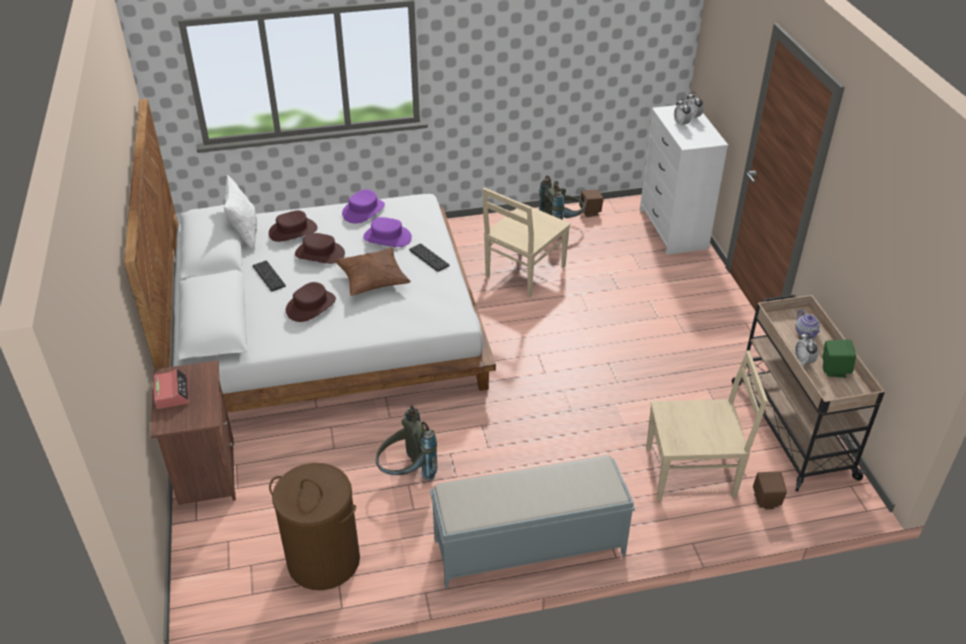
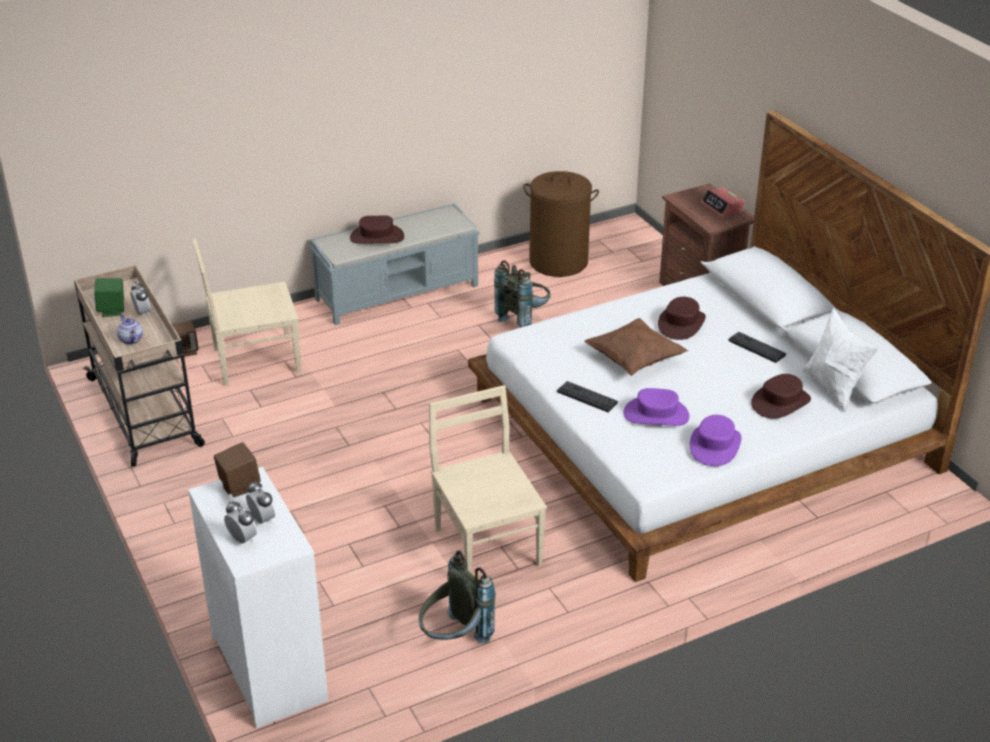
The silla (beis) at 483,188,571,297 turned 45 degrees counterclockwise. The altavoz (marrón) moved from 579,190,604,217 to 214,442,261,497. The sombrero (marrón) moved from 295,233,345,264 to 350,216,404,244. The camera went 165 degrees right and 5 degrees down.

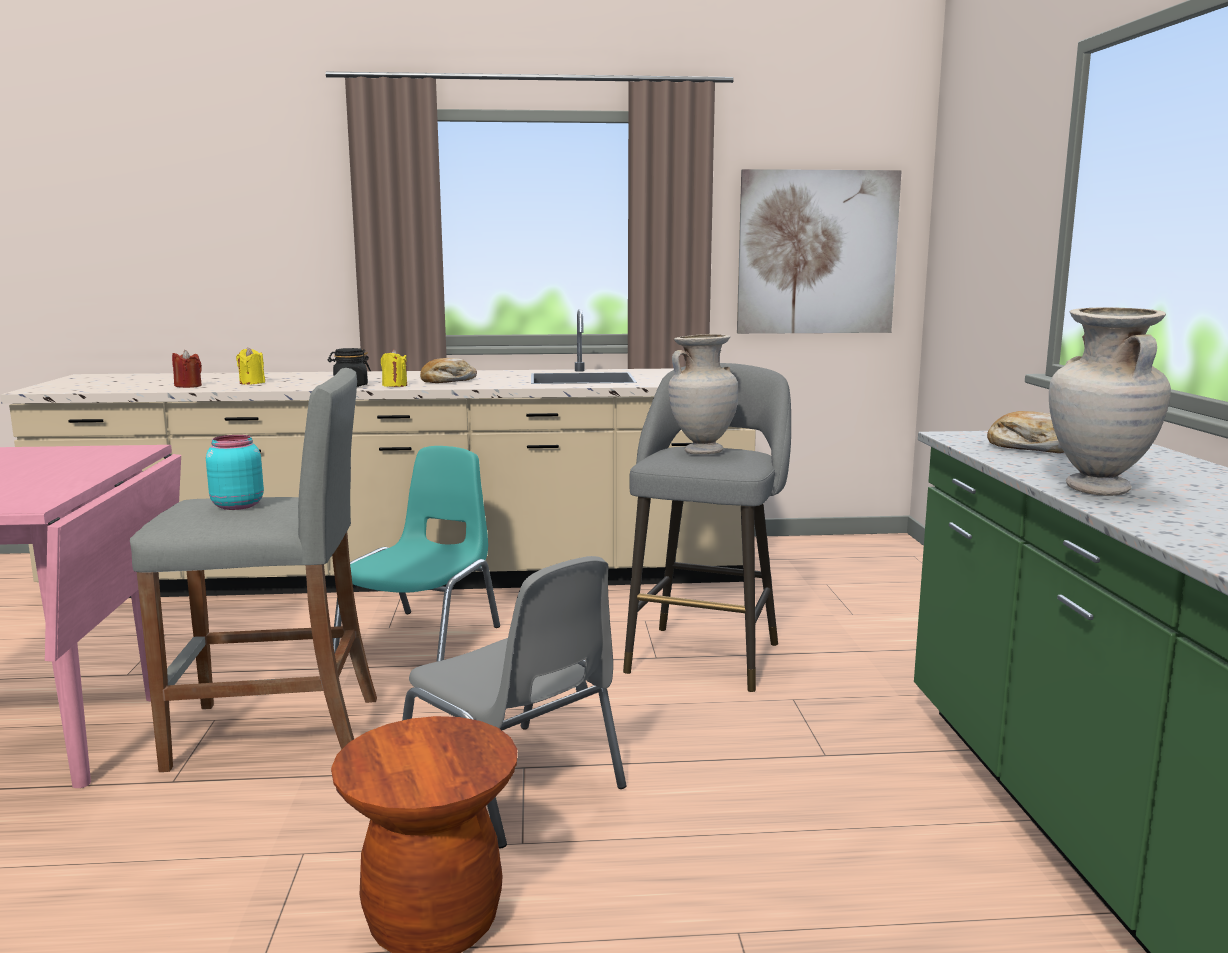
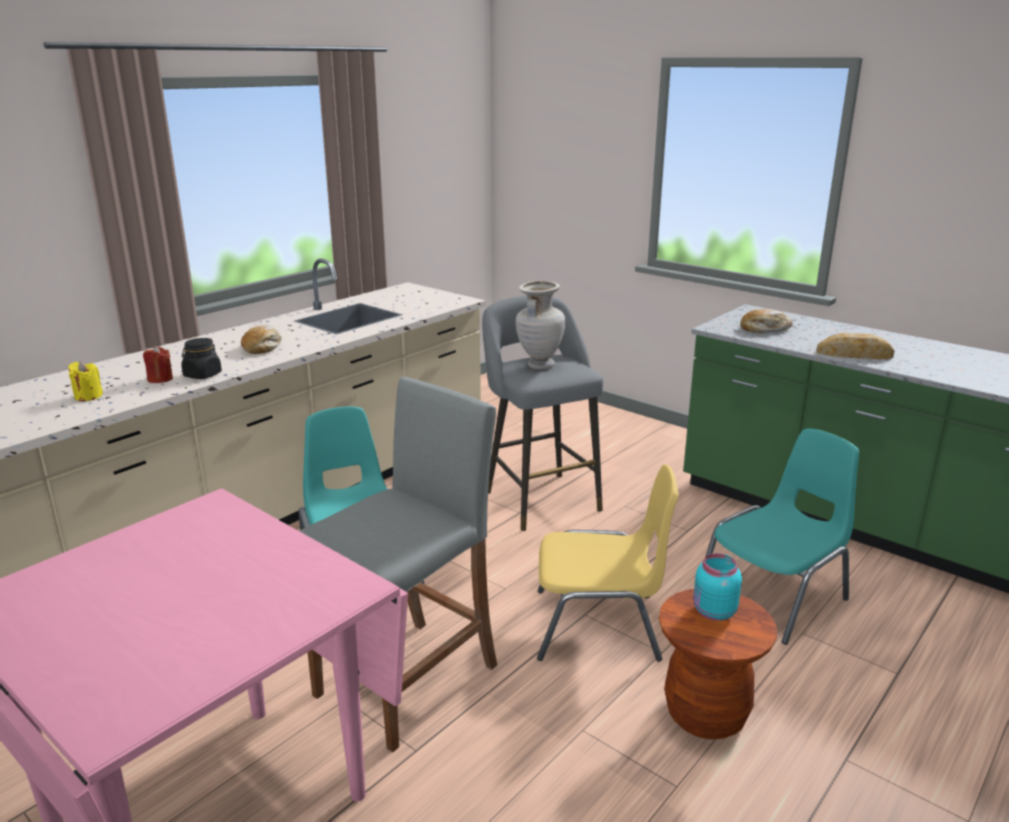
The cuadro at 737,169,902,334 disappeared. The florero (beis) at 1049,307,1171,496 was replaced by the pan at 817,333,894,359. The vela (amarillo) at 381,349,407,387 disappeared. The vela (rojo) moved from 172,350,202,388 to 143,346,173,383. The tarro (turquesa) moved from 206,435,264,510 to 693,553,742,621. The silla (gris) at 402,556,626,848 became the silla (amarillo) at 537,464,679,662. The silla (turquesa) at 705,429,859,645 appeared. The camera went 45 degrees left and 10 degrees up.

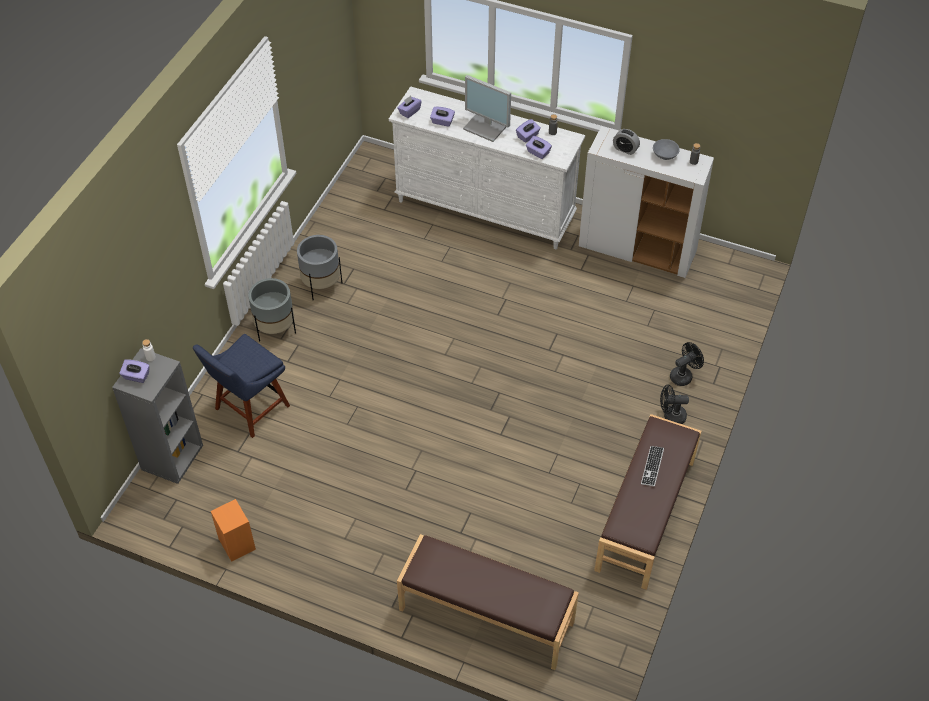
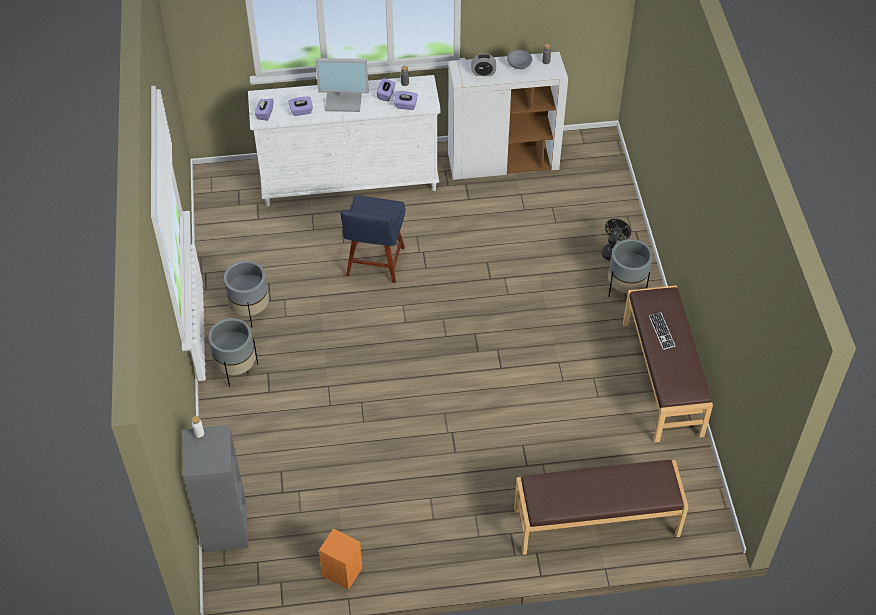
The silla (azul) moved from 193,334,290,438 to 340,195,406,283. The caja de pañuelos (morado) at 119,359,150,383 disappeared. The ventilador (negro) at 660,384,689,424 was replaced by the maceta (gris) at 608,239,653,297. The camera went 30 degrees left and 0 degrees up.

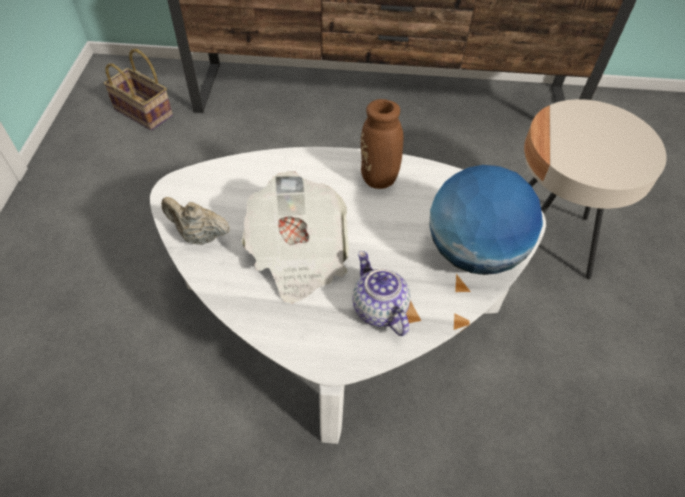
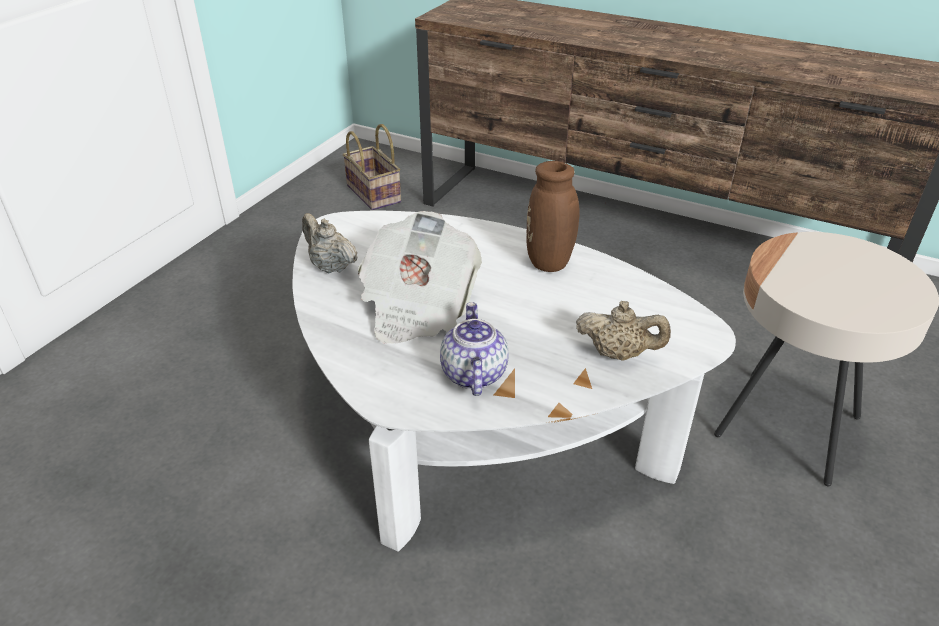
The globo terráqueo at 429,165,543,275 was replaced by the tetera (beis) at 576,301,671,360. The camera went 25 degrees right and 15 degrees down.

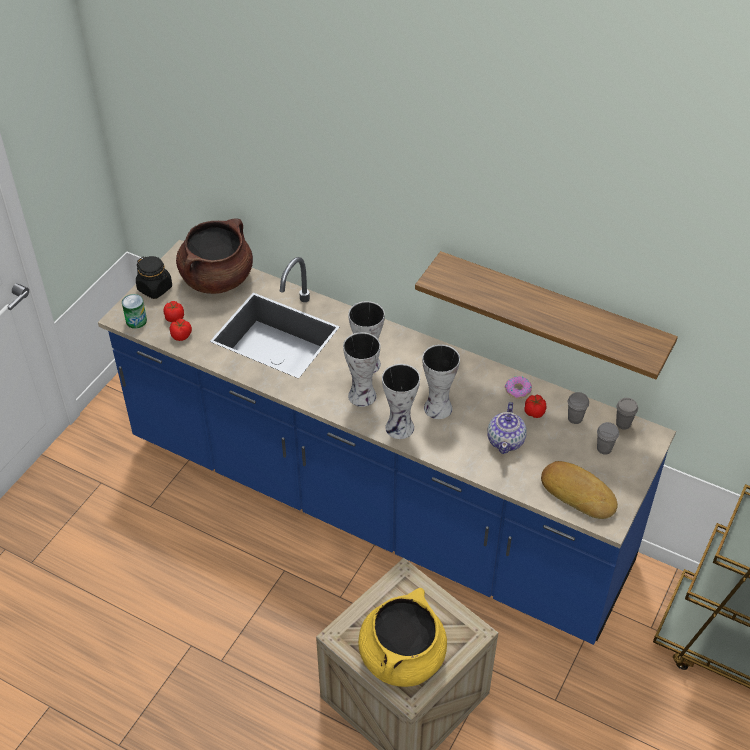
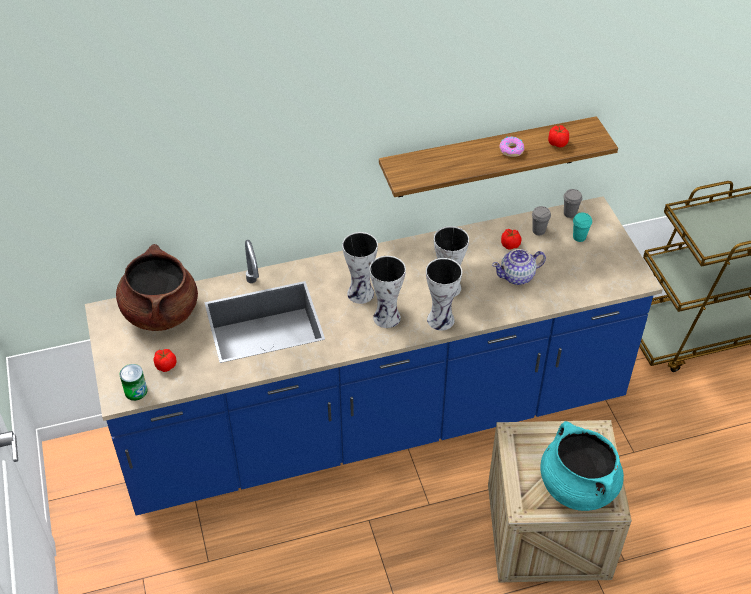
The tarro (negro) at 136,256,172,299 disappeared. The tomate moved from 170,319,192,341 to 548,125,569,148. The rosquilla moved from 505,376,532,399 to 499,136,524,157. The tetera at 487,402,526,454 turned 105 degrees clockwise. The taza (gris) at 597,422,619,455 became the taza (turquesa) at 573,213,592,242. The pan at 541,461,618,519 disappeared. The olla (amarillo) at 358,588,447,687 became the olla (turquesa) at 540,421,624,511. The camera went 45 degrees left and 0 degrees up.

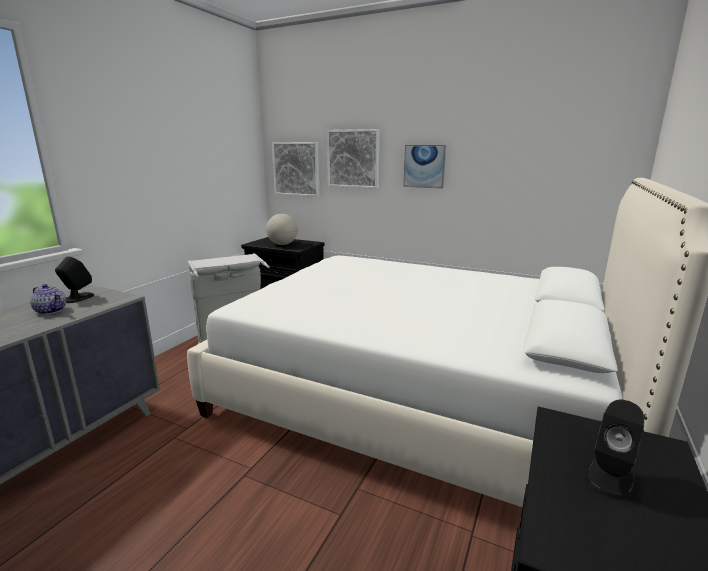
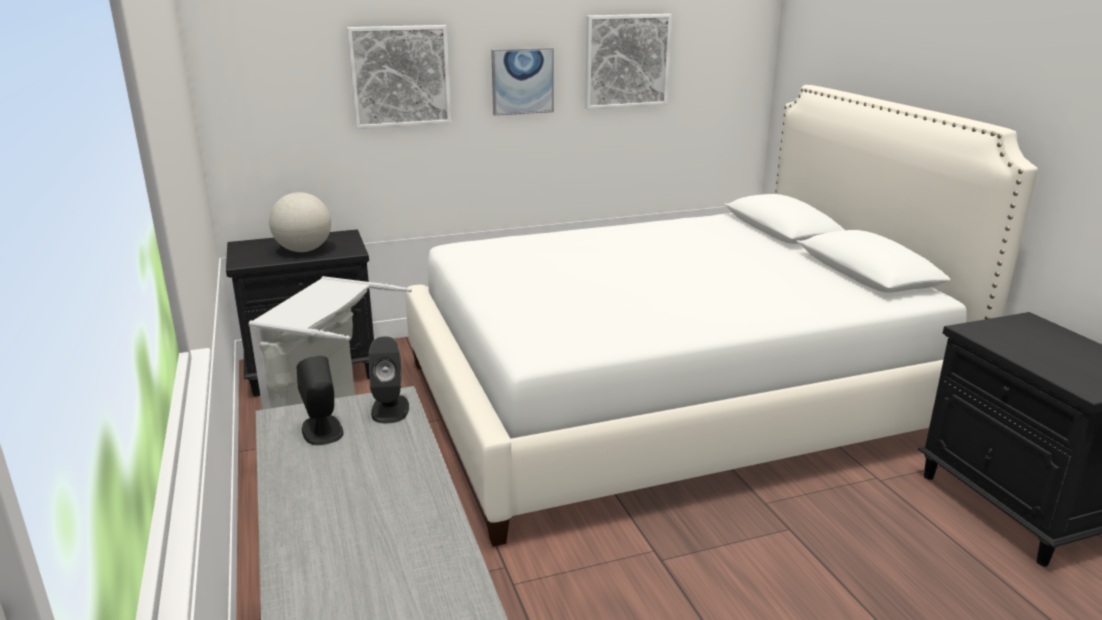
The cuadro moved from 272,142,319,197 to 585,14,672,110. The tetera at 30,284,66,315 disappeared. The altavoz (negro) moved from 586,400,644,500 to 369,336,409,423. The camera went 45 degrees left and 5 degrees up.

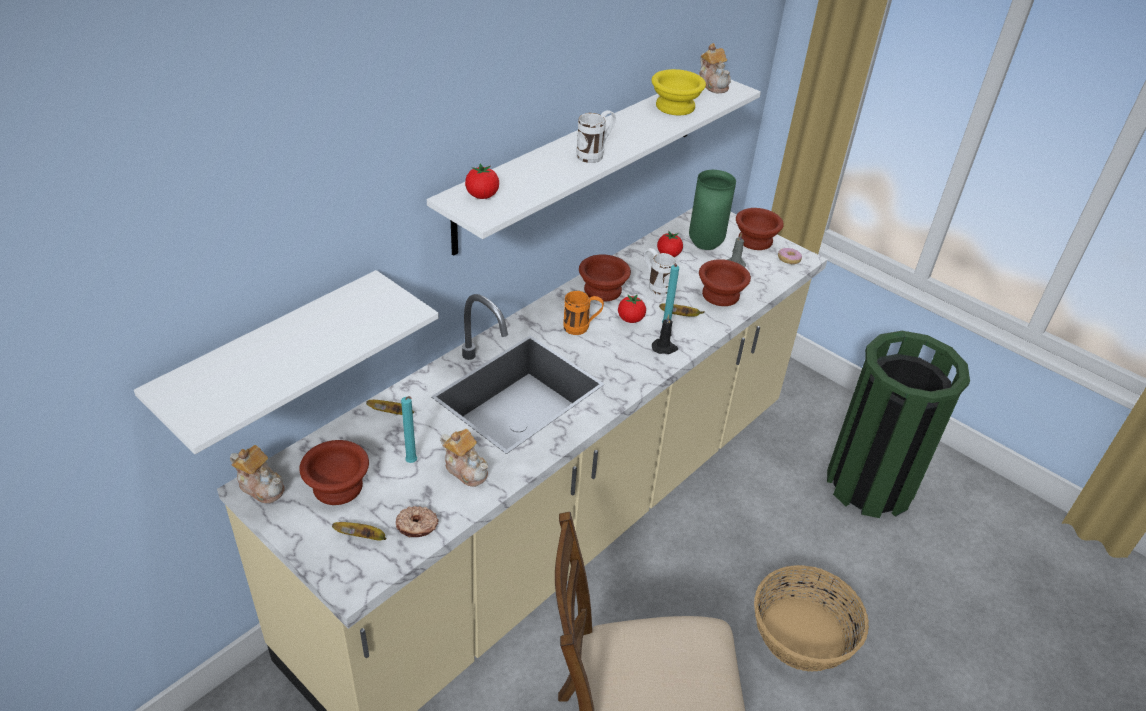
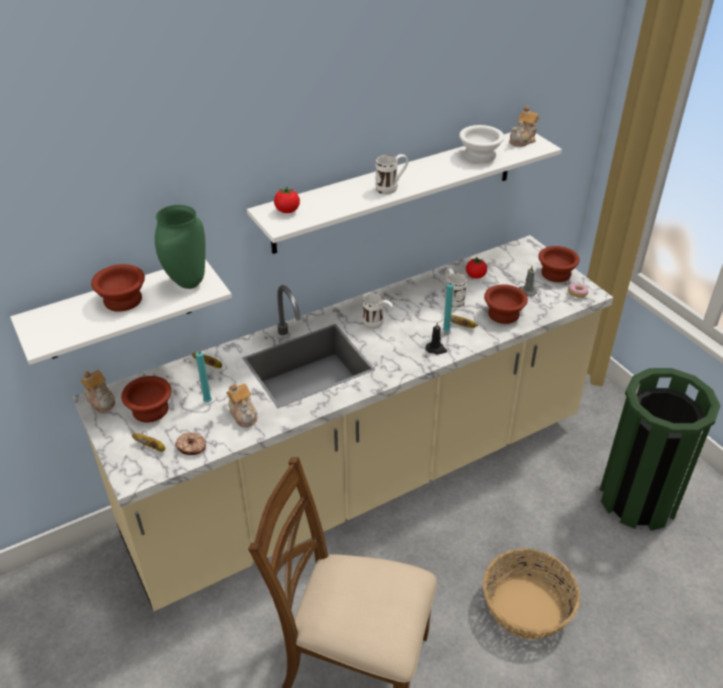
The tetera at 699,43,731,93 turned 45 degrees clockwise. The cuenco (amarillo) at 651,69,706,115 became the cuenco (blanco) at 459,125,504,163. The florero (verde) moved from 689,170,736,250 to 155,205,206,289. The cuenco (marrón) moved from 579,254,631,302 to 91,264,145,312. The taza grande (naranja) at 563,291,604,335 became the taza grande (blanco) at 363,294,393,329. The tomate at 618,294,646,323 disappeared. The camera went 20 degrees right and 0 degrees up.

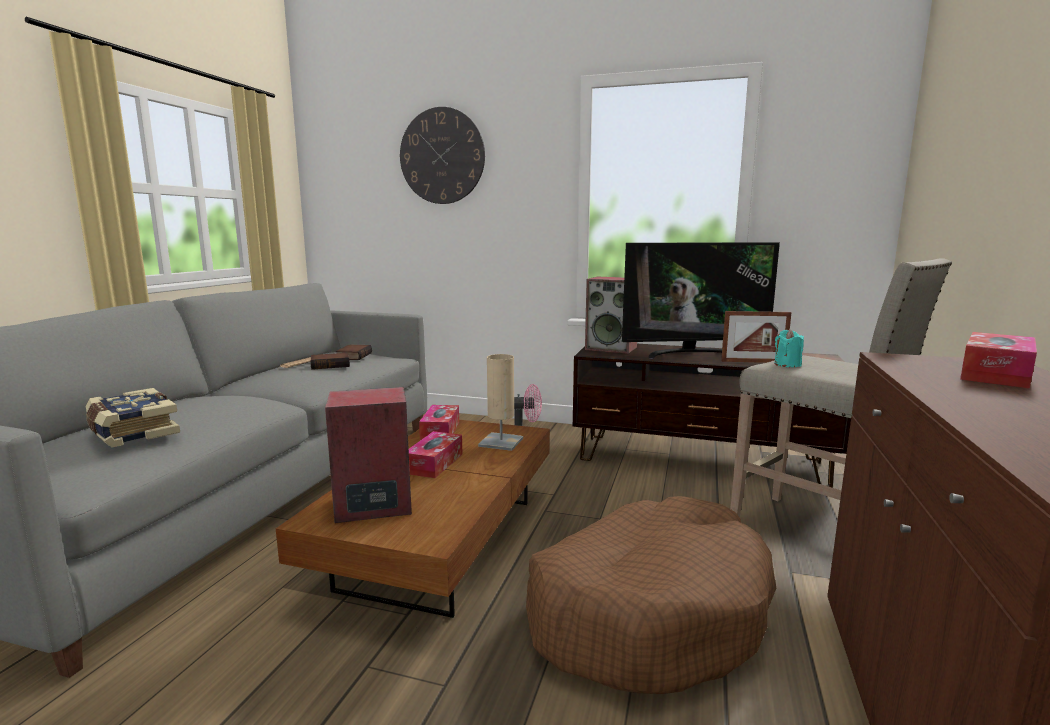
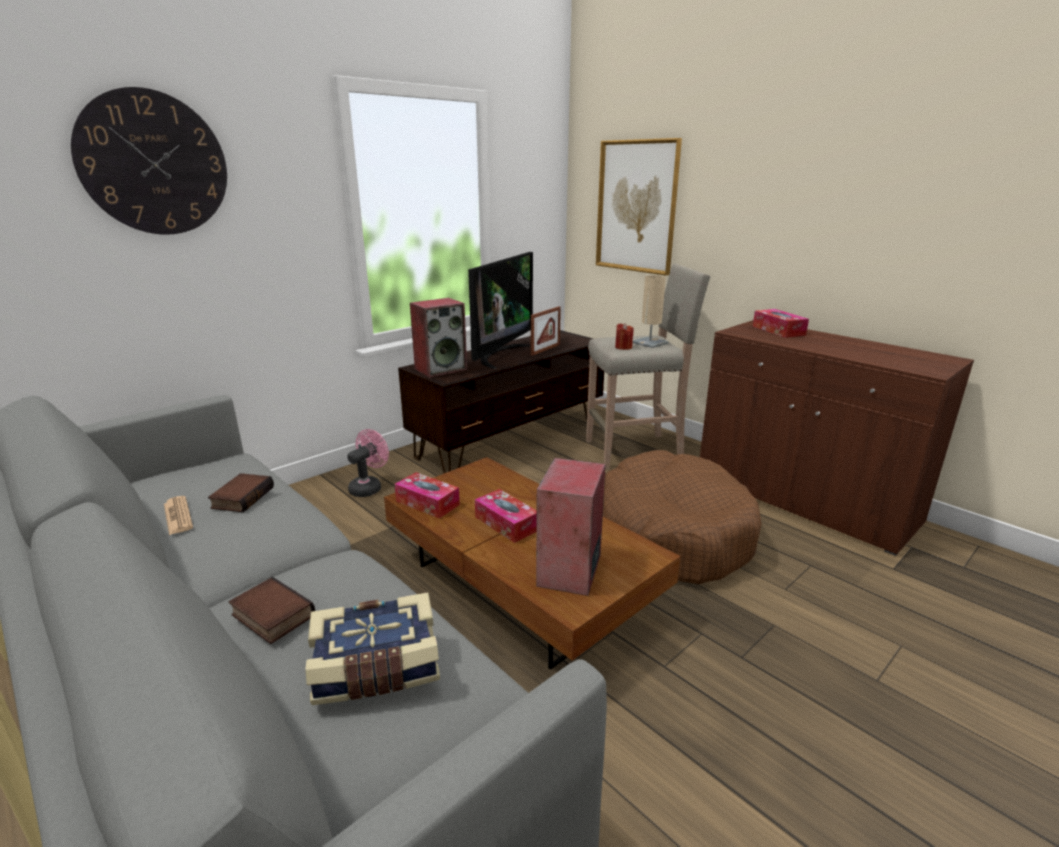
The vela (turquesa) at 774,329,804,367 became the vela (rojo) at 615,323,633,350. The libro moved from 336,345,372,360 to 229,577,315,644. The lámpara de mesa (beis) moved from 478,354,523,451 to 632,275,669,348. The cuadro at 596,138,682,276 appeared. The camera went 60 degrees left and 10 degrees up.

